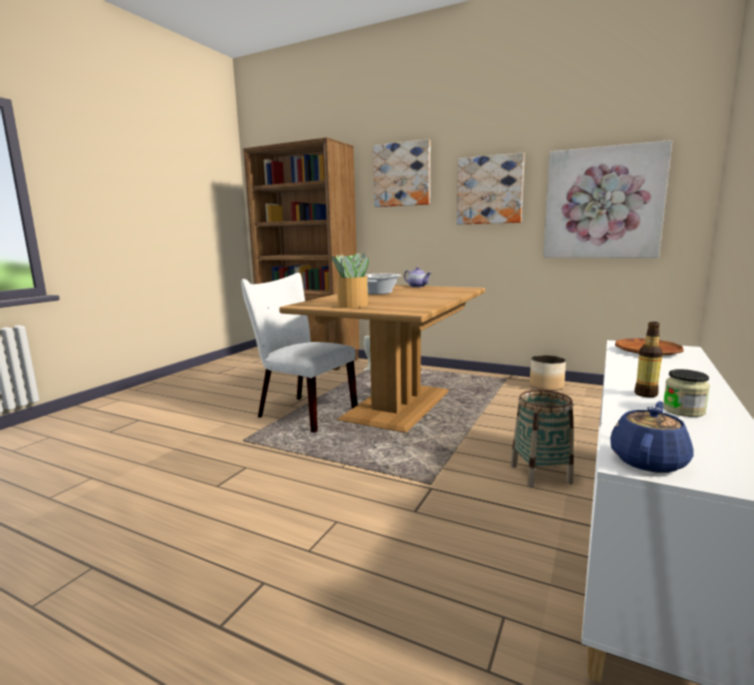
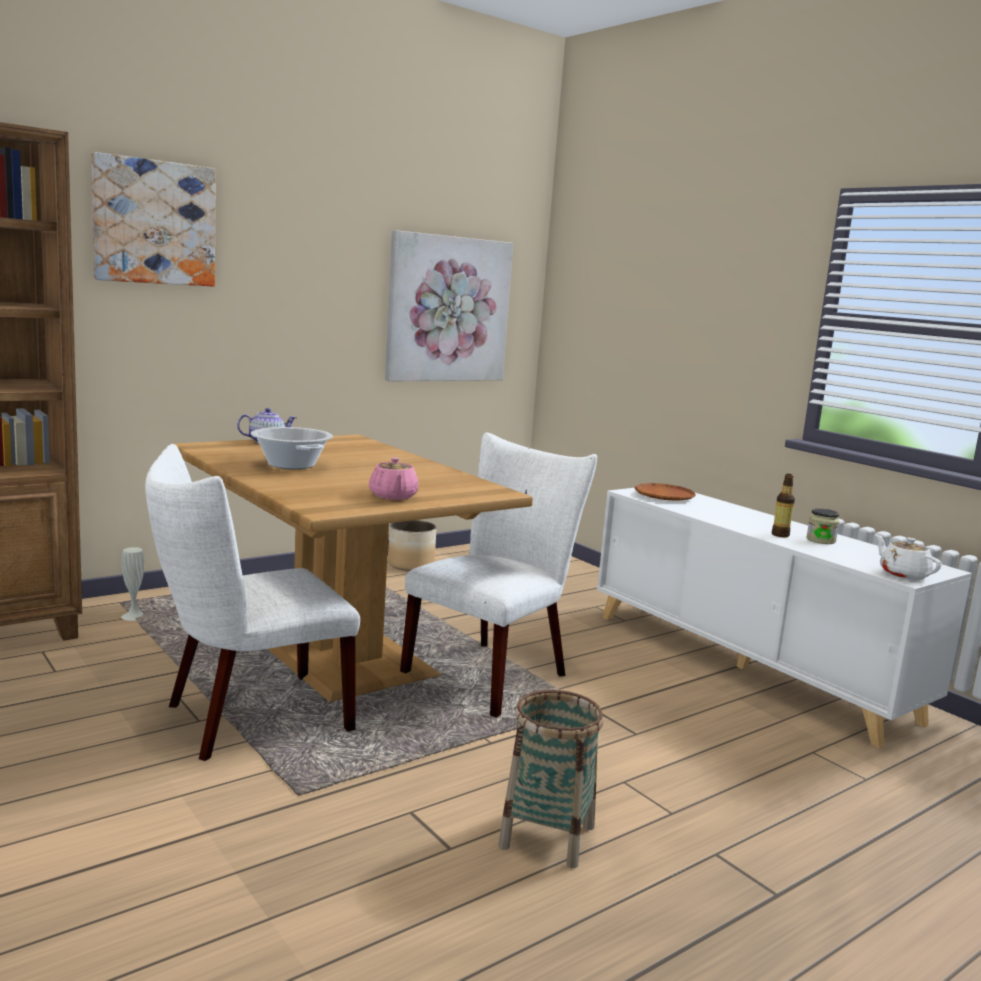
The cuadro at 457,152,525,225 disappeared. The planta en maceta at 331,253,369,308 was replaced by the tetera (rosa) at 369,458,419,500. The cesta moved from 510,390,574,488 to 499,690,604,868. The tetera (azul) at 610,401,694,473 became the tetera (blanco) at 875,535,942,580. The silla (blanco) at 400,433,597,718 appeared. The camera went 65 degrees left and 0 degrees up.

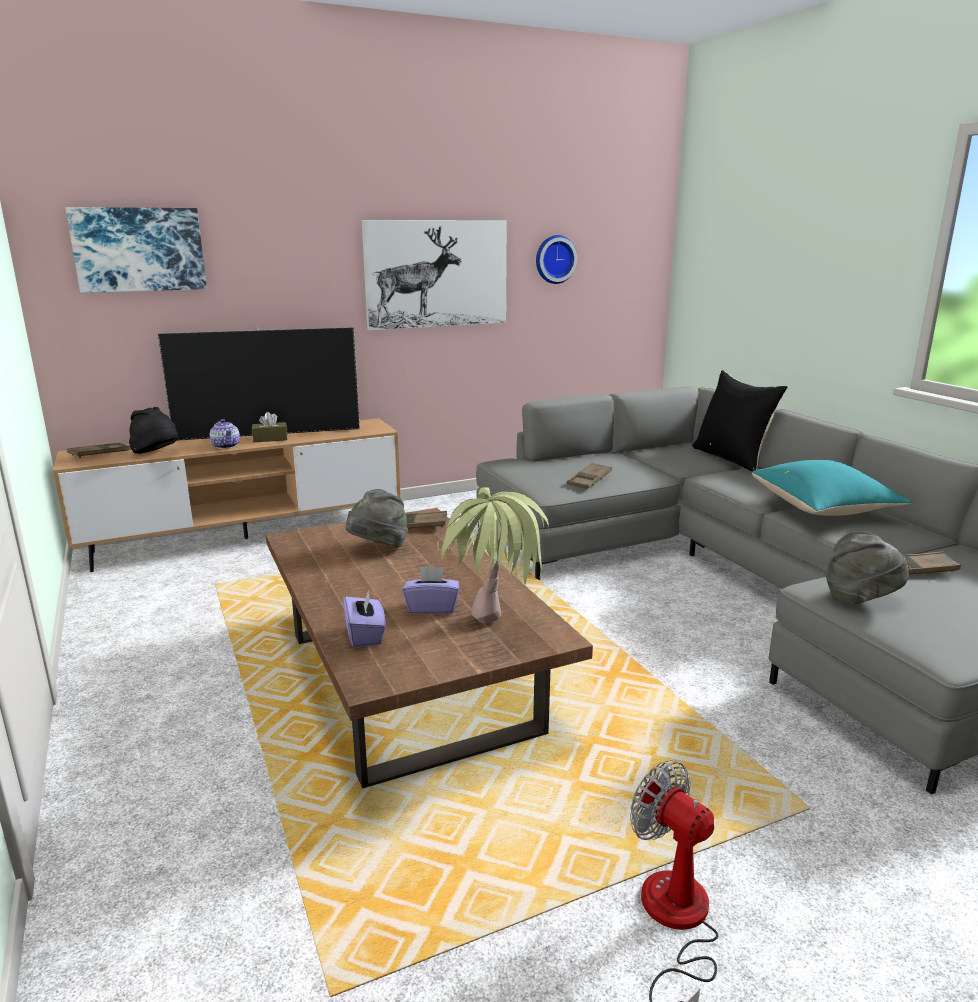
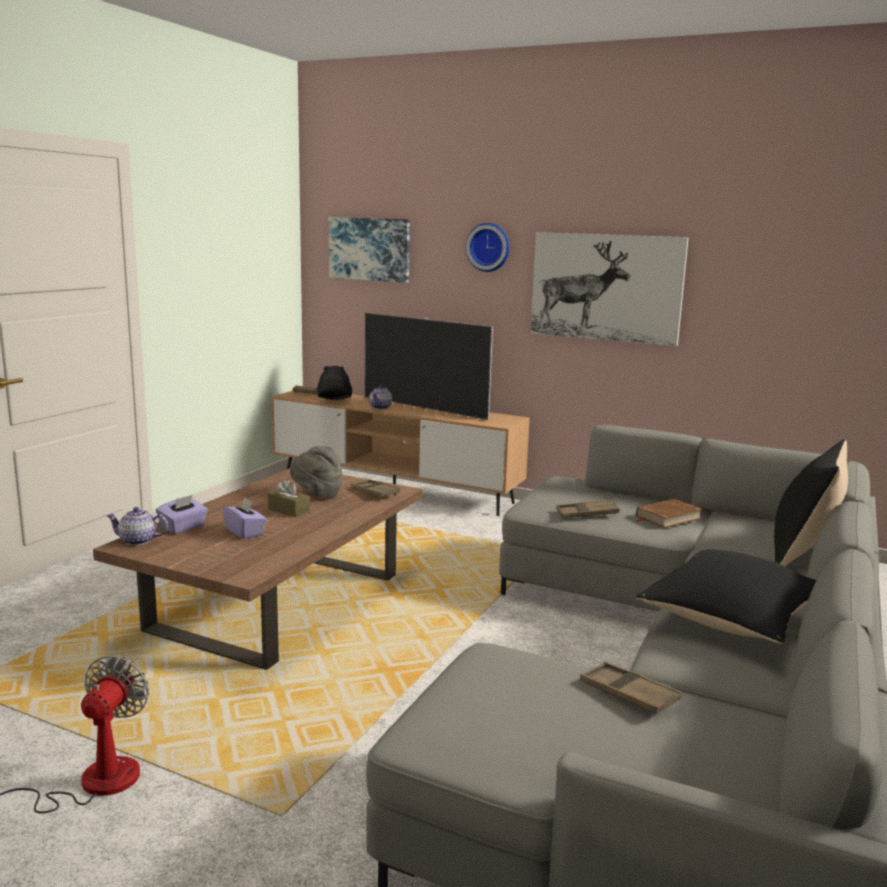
The reloj de pared moved from 536,235,577,284 to 466,223,510,272. The caja de pañuelos (marrón) moved from 252,412,287,442 to 268,479,310,517. The cojín (turquesa) at 752,460,912,516 became the cojín (negro) at 636,549,816,644. The planta en maceta at 437,487,549,623 disappeared. The sombrero (gris) at 826,531,909,604 disappeared. The libro (marrón) at 636,499,702,528 appeared. The tetera at 106,507,168,545 appeared. The camera went 50 degrees right and 5 degrees down.

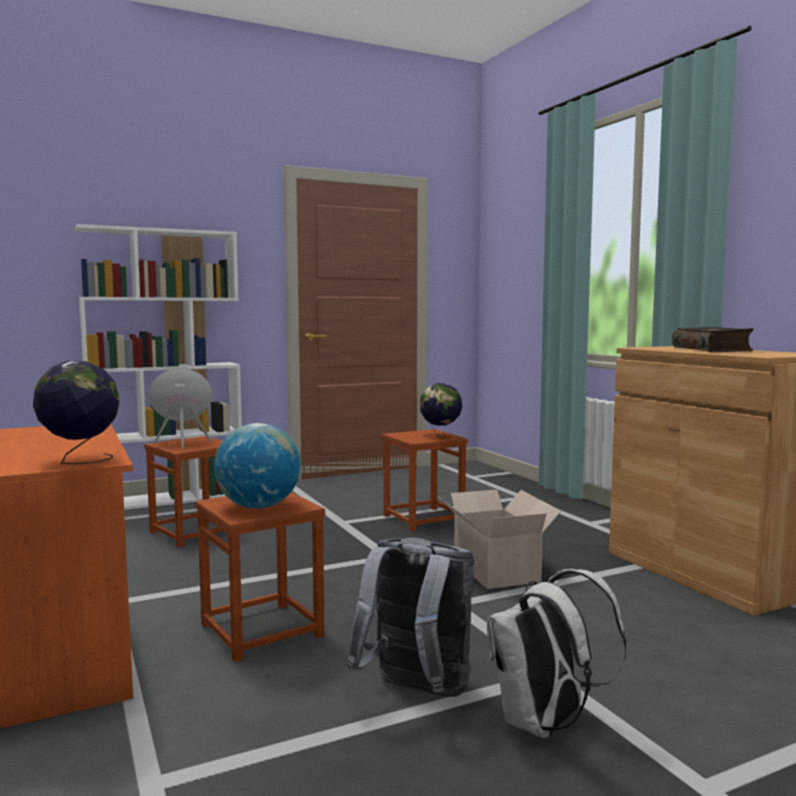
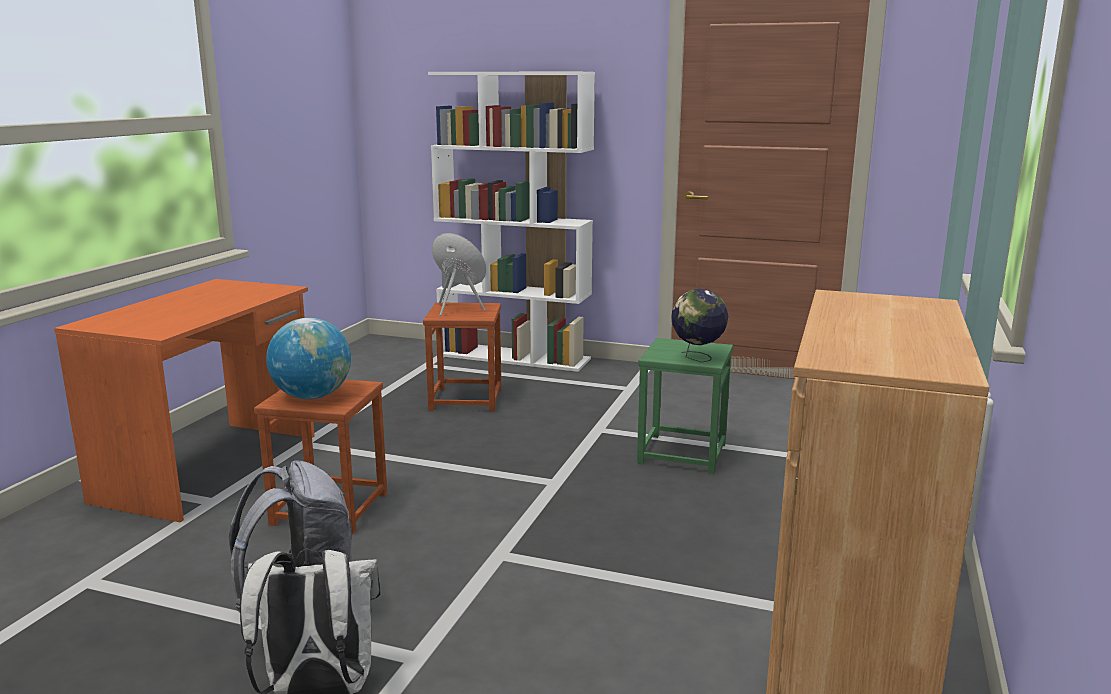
The libro at 672,327,754,352 disappeared. The globo terráqueo at 33,361,120,464 disappeared. The taburete (marrón) at 382,429,468,532 became the taburete (verde) at 637,338,733,474. The caja de cartón at 437,490,561,589 disappeared. The camera went 45 degrees right and 10 degrees up.

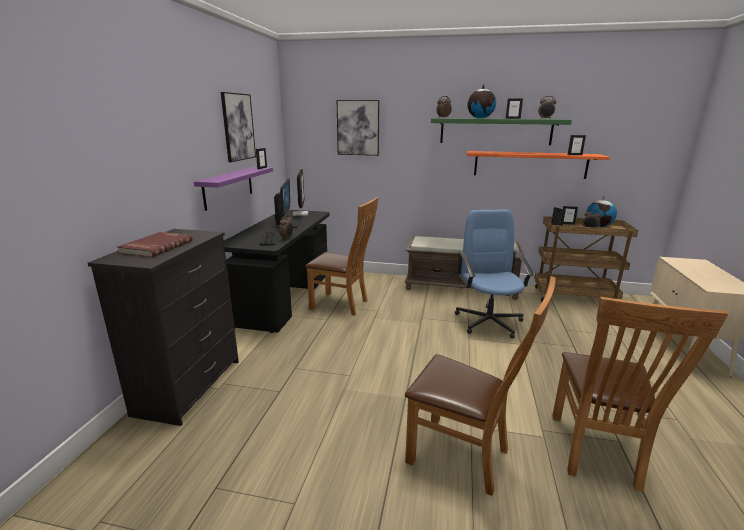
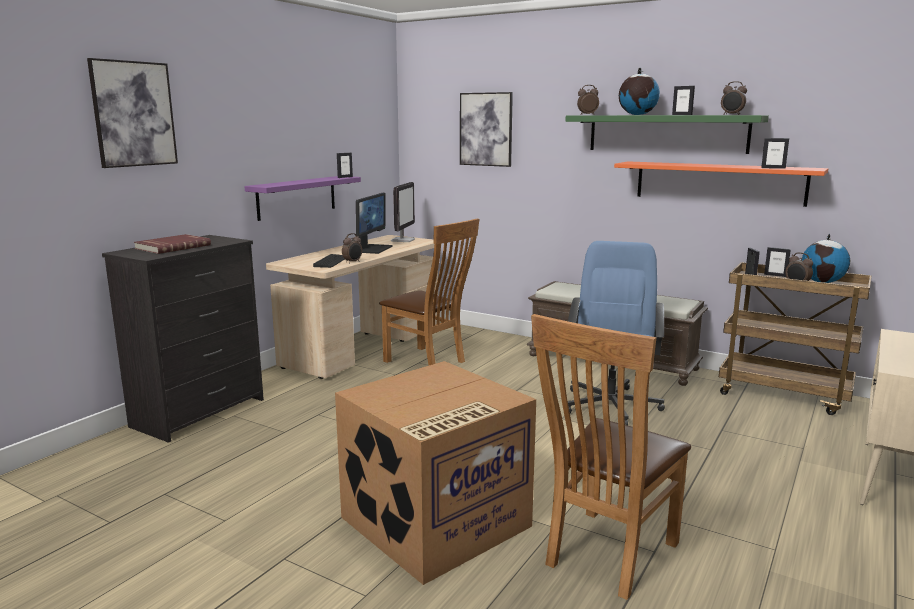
The cuadro moved from 221,92,256,162 to 87,58,178,168. The escritorio (negro) at 224,210,330,333 became the escritorio (beis) at 266,235,442,379. The silla (marrón) at 405,276,556,496 was replaced by the caja de cartón at 335,361,536,585. The camera went 20 degrees right and 5 degrees down.

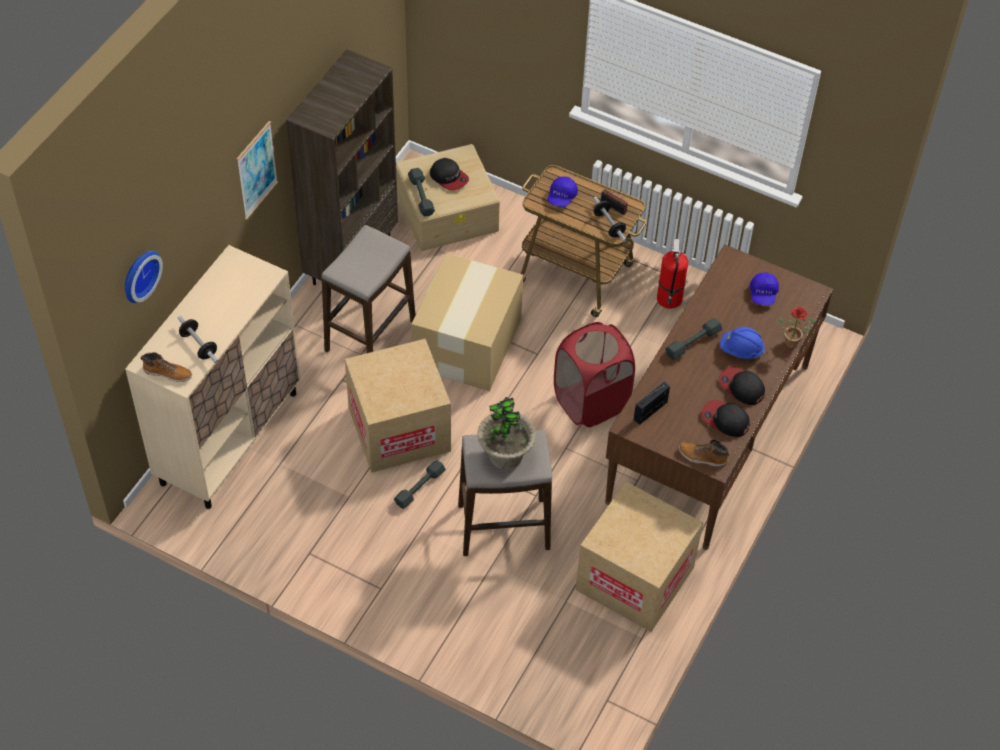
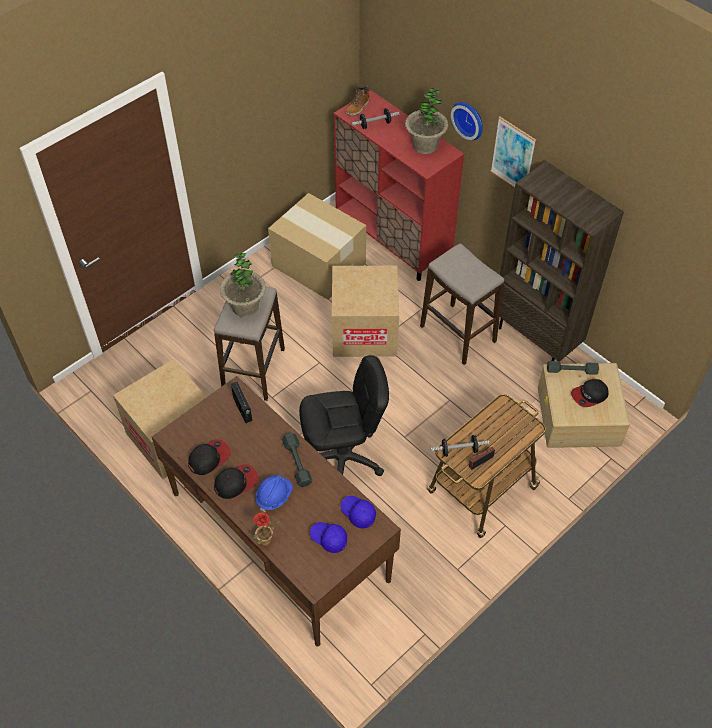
The gorra (azul) moved from 547,176,578,207 to 341,496,376,529. The extintor at 657,239,688,309 disappeared. The armario (beis) at 125,245,300,509 became the armario (rojo) at 334,90,464,281. The reloj de pared moved from 125,251,163,303 to 451,102,483,140. The caja de cartón moved from 411,253,523,391 to 268,193,366,300. The cesto de la ropa (rojo) at 554,322,635,427 was replaced by the silla de oficina (negro) at 299,355,389,476. The bota at 679,439,730,467 disappeared. The mancuerna (gris) at 394,460,446,509 disappeared. The planta en maceta at 405,88,449,154 appeared. The camera went 110 degrees right and 0 degrees up.

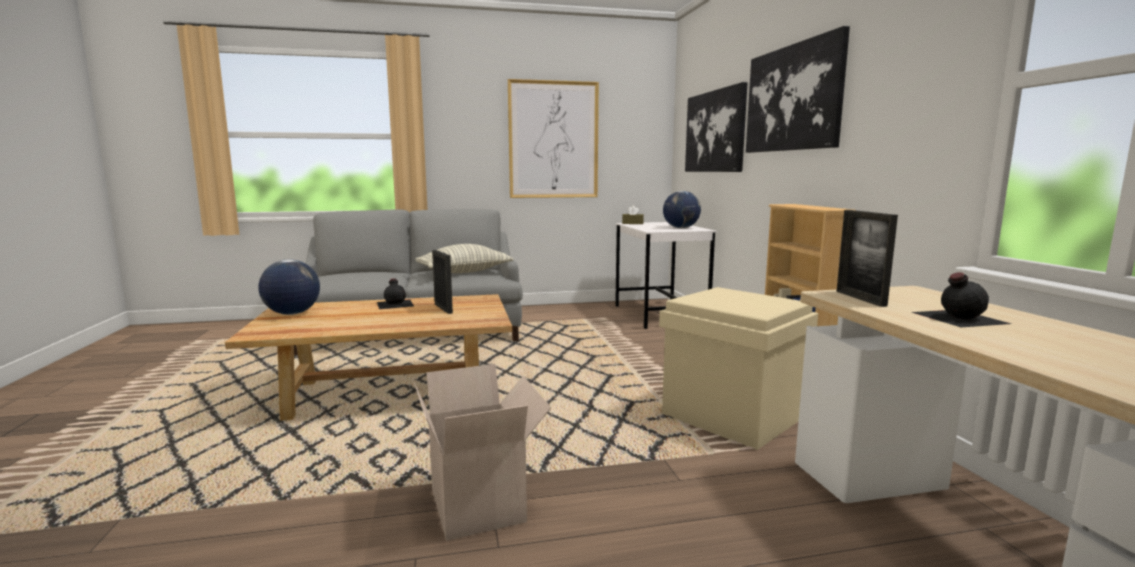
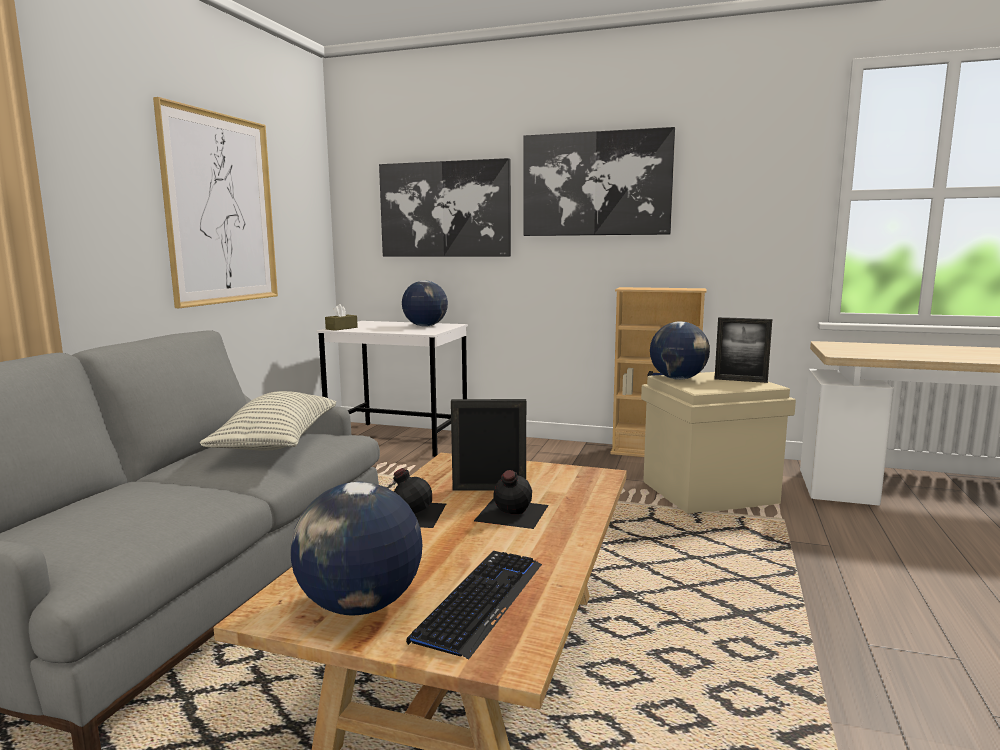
The portarretratos moved from 837,210,898,307 to 715,317,772,383. The botella (negro) moved from 911,272,1011,327 to 474,470,549,529. The caja de cartón at 414,364,551,541 disappeared. The globo terráqueo at 650,322,710,380 appeared. The teclado at 406,551,542,660 appeared. The camera went 60 degrees left and 0 degrees up.

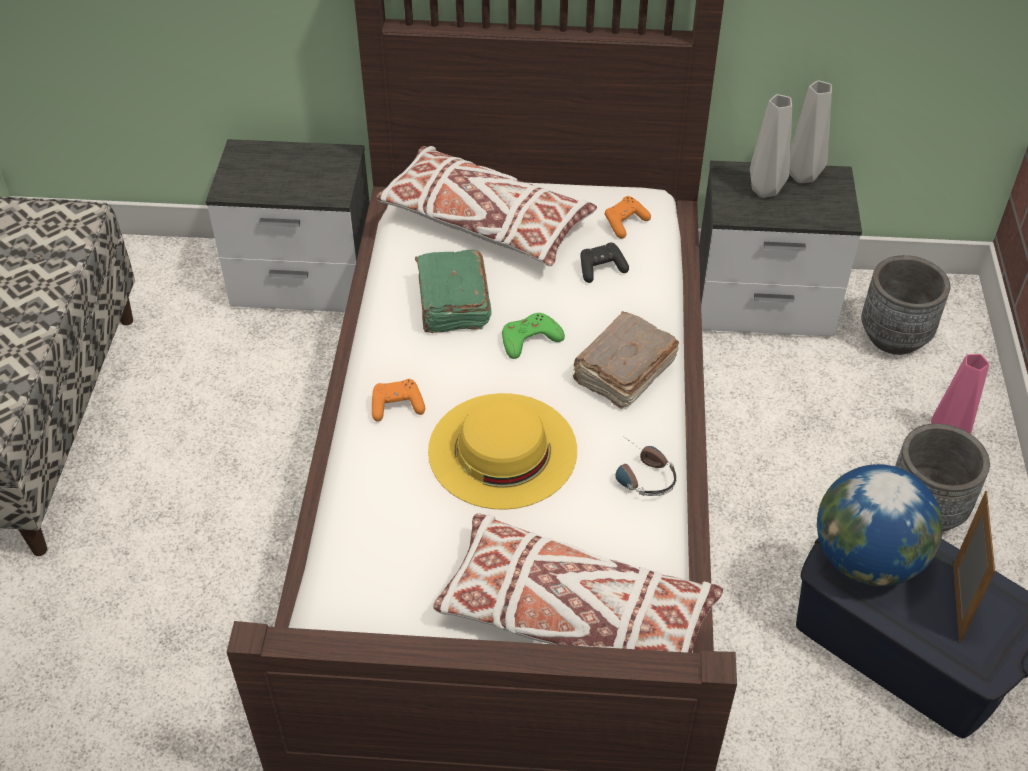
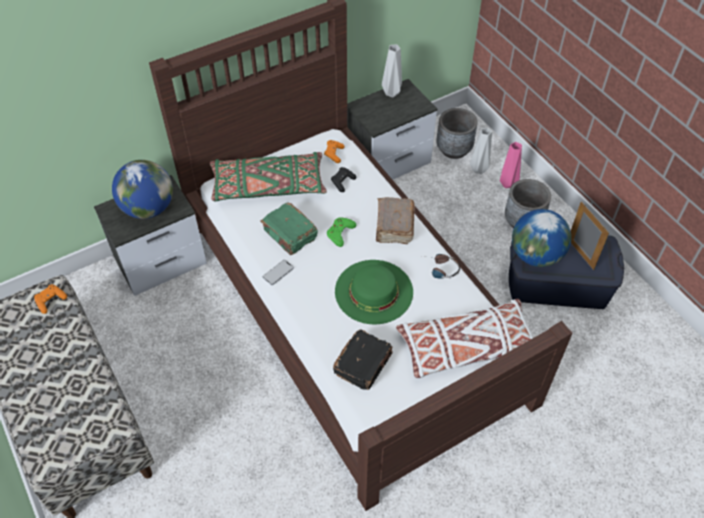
The florero (gris) moved from 750,94,792,198 to 470,128,492,174. The cojín (blanco) at 376,146,597,266 became the cojín (verde) at 210,152,327,201. The mando de consola (naranja) moved from 372,379,425,422 to 34,284,67,314. The sombrero (amarillo) at 428,393,577,510 became the sombrero (verde) at 335,260,413,324. The globo terráqueo at 112,160,173,219 appeared. The móvil at 263,260,294,285 appeared. The libro (negro) at 333,329,393,390 appeared. The camera went 35 degrees left and 5 degrees up.

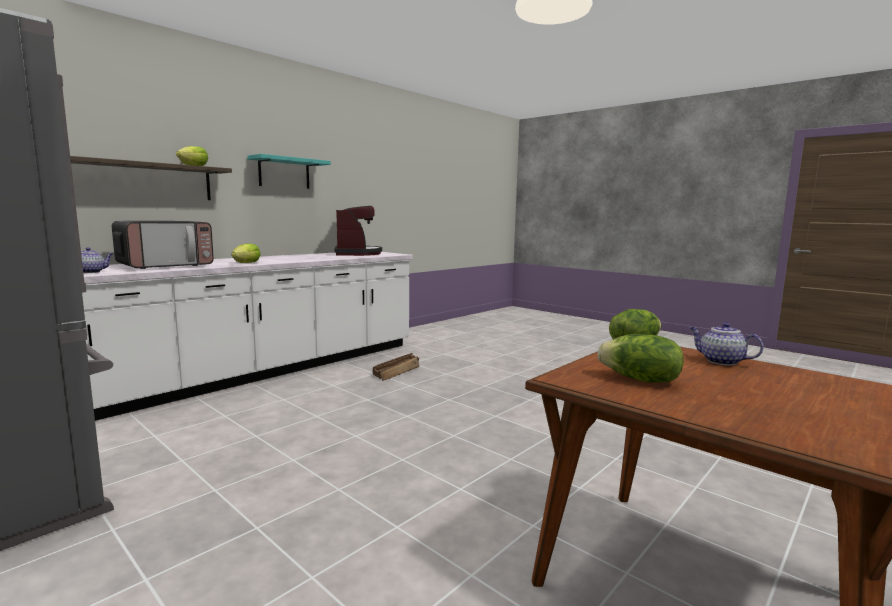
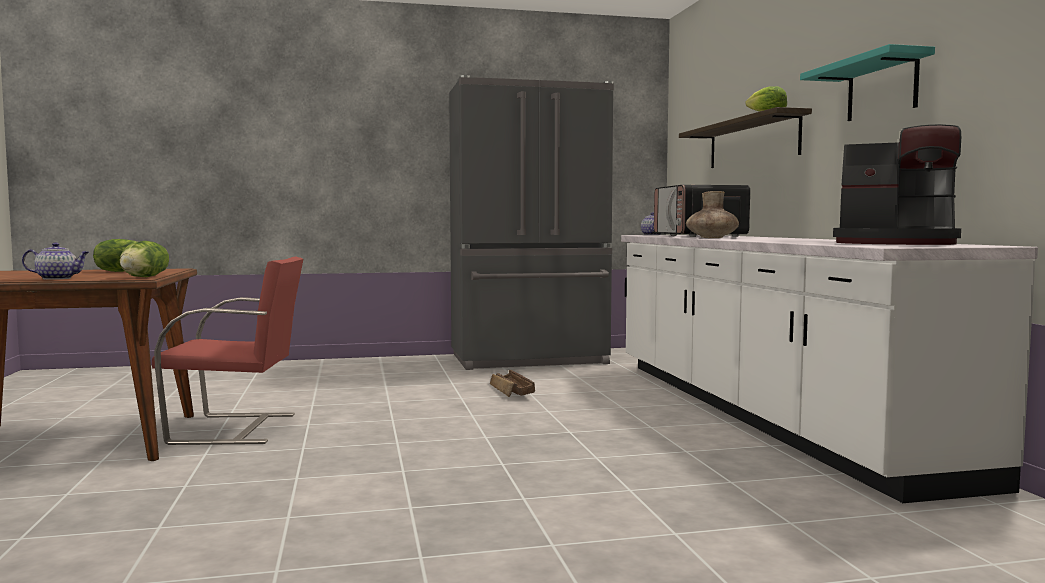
The lechuga at 231,243,261,263 was replaced by the florero (marrón) at 686,191,739,238. The caja de embalaje moved from 372,353,419,381 to 490,370,535,397. The silla (rojo) at 152,256,303,445 appeared. The camera went 125 degrees right and 5 degrees down.

